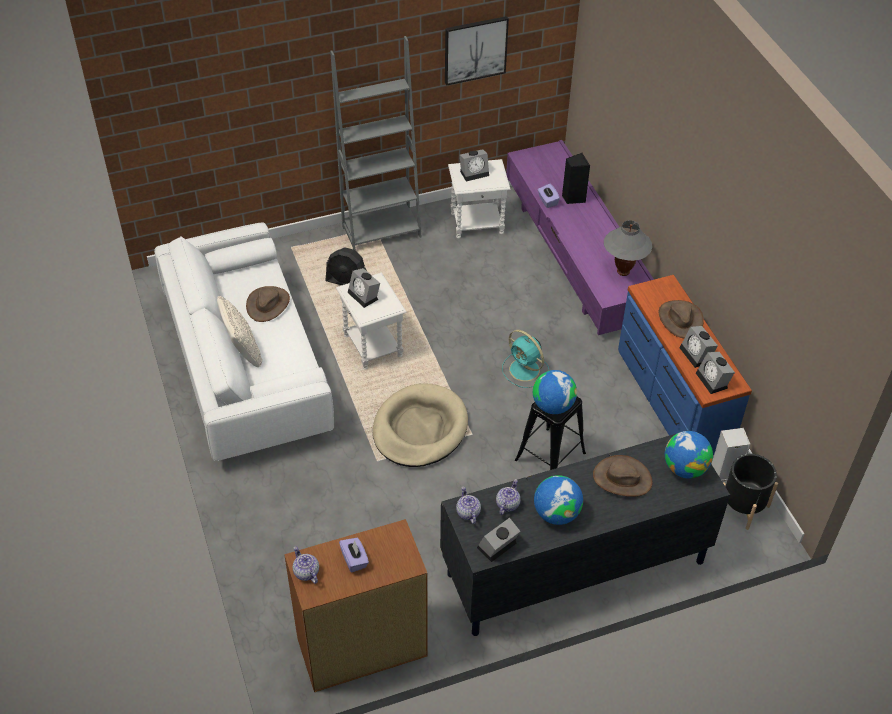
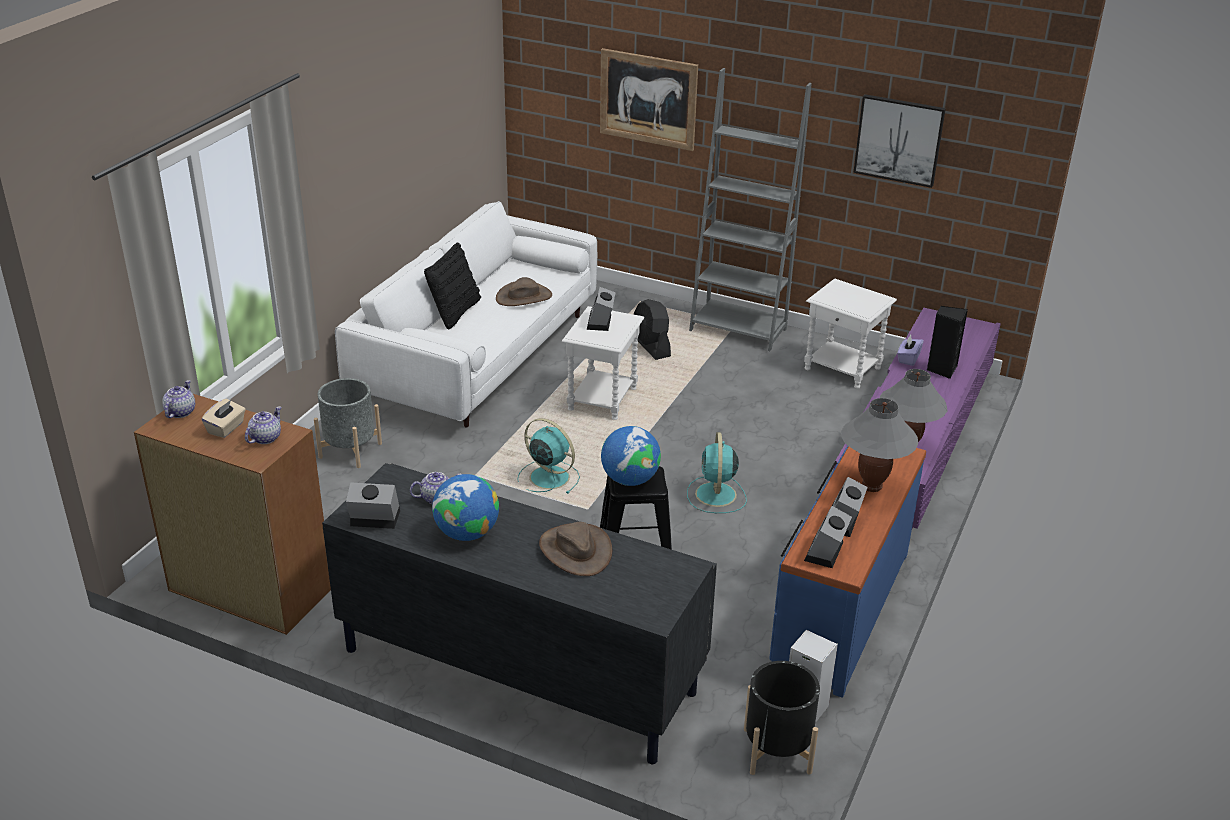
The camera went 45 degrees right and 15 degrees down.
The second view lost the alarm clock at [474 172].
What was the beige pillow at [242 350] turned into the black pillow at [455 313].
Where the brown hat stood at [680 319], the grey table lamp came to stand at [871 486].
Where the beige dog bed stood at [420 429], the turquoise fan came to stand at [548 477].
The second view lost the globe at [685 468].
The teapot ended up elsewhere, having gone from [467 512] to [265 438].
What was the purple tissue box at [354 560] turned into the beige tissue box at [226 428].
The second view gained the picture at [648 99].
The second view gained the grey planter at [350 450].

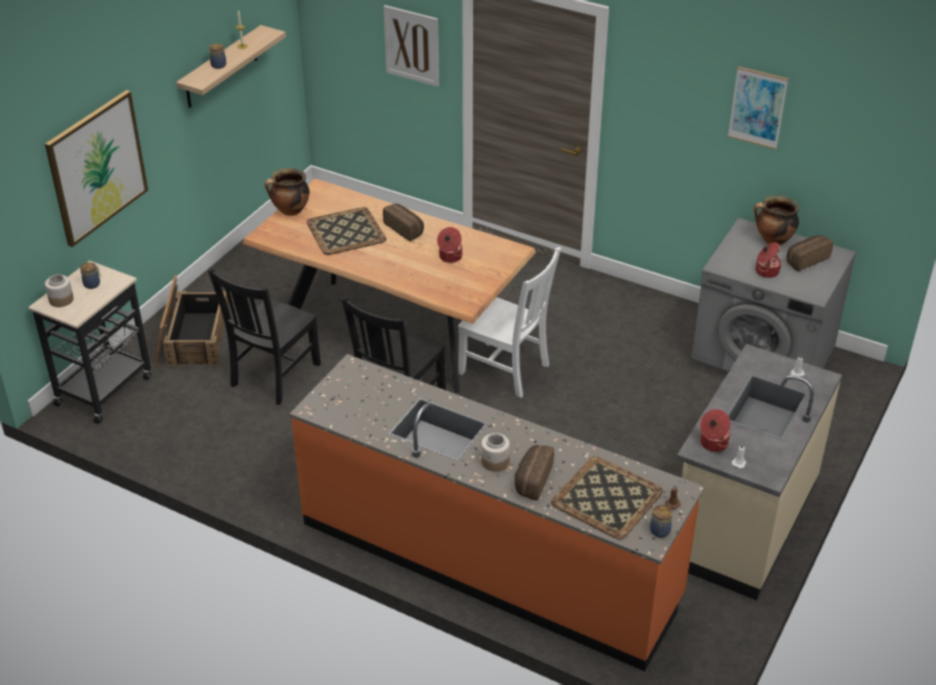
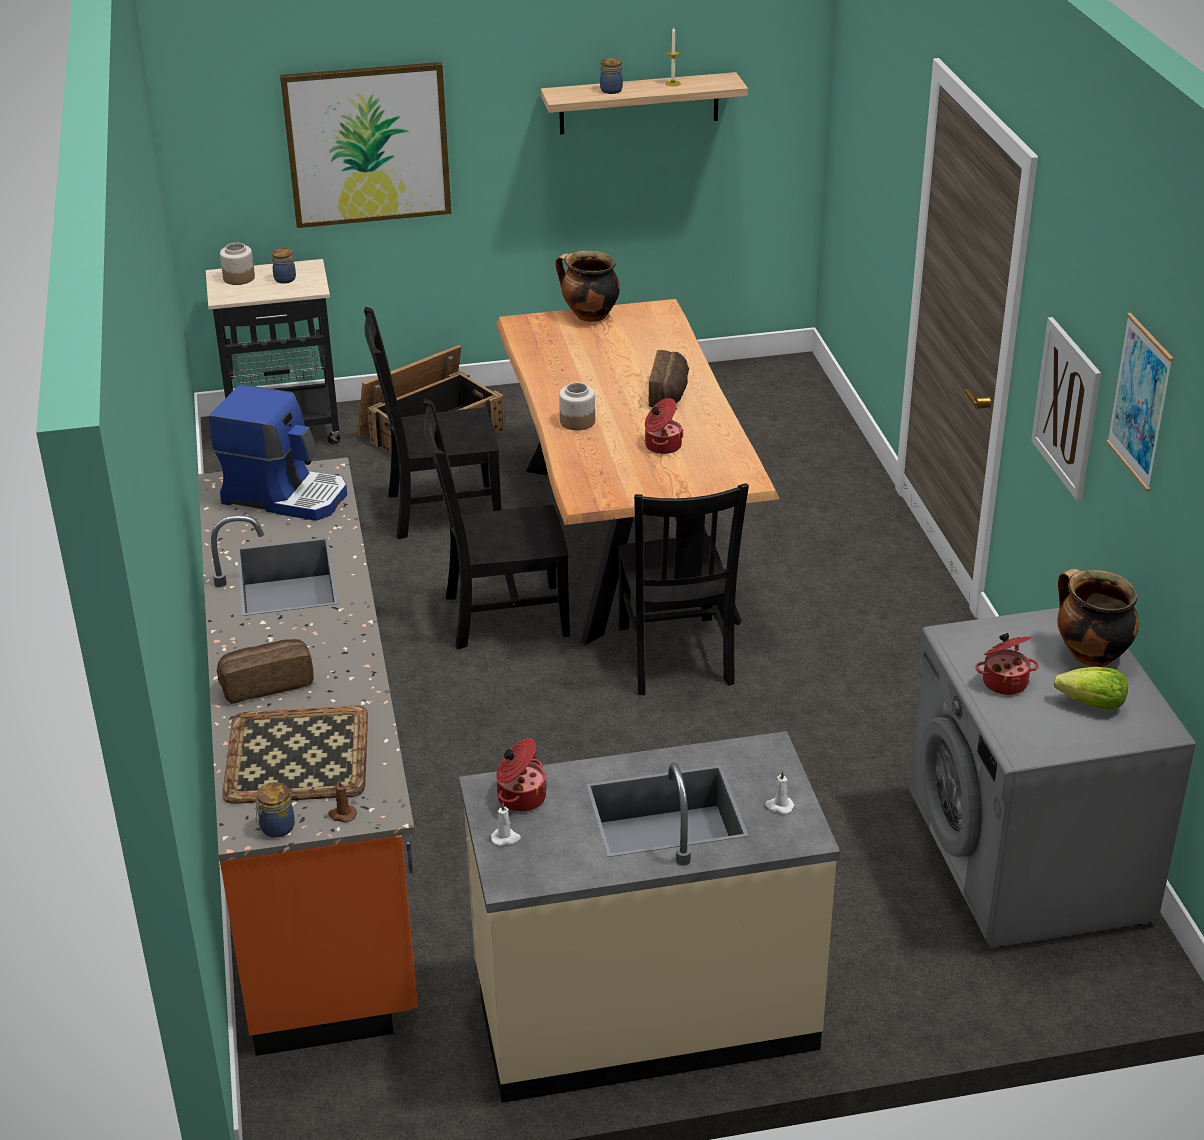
The camera went 50 degrees right and 5 degrees down.
The picture ended up elsewhere, having gone from [412 45] to [1067 408].
The second view lost the tray at [346 231].
Where the bread stood at [805 259], the lettuce came to stand at [1092 704].
What was the white chair at [506 370] turned into the black chair at [675 658].
The jar ended up elsewhere, having gone from [495 462] to [577 422].
The second view gained the coffee machine at [286 495].

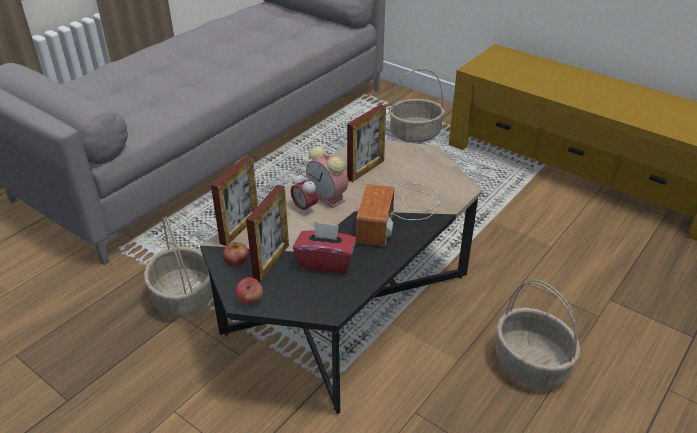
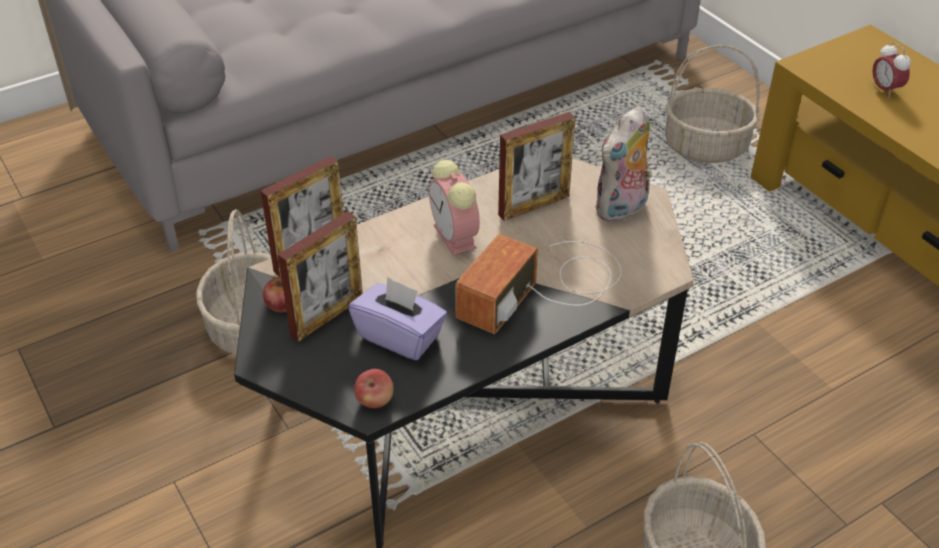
The camera went 20 degrees right and 5 degrees up.
The alarm clock ended up elsewhere, having gone from [304 208] to [885 90].
What was the red tissue box at [325 262] turned into the purple tissue box at [400 336].
The apple ended up elsewhere, having gone from [250 300] to [375 401].
The second view gained the plush toy at [622 210].

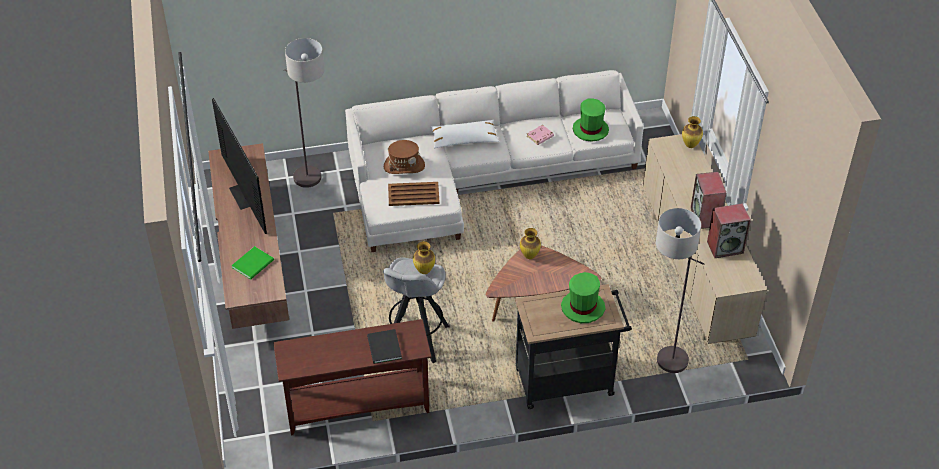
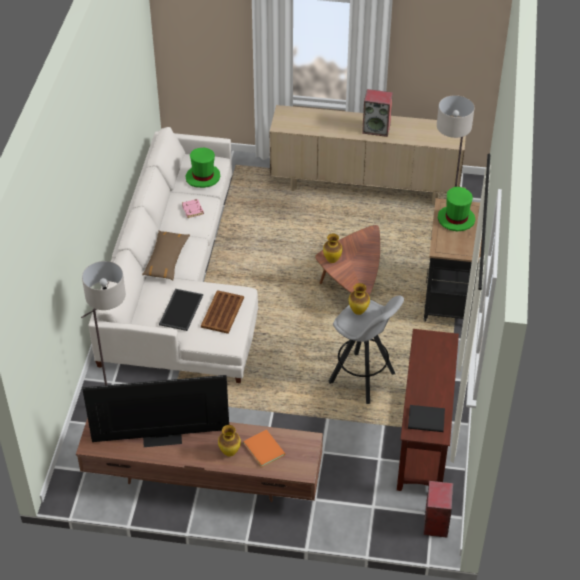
The camera went 70 degrees left and 0 degrees up.
The vase ended up elsewhere, having gone from [690 145] to [230 453].
What was the white pillow at [464 139] turned into the brown pillow at [166 260].
Where the brown hat stood at [404 166], the tray came to stand at [180 309].
The speaker ended up elsewhere, having gone from [725 247] to [435 522].
What was the green book at [254 263] turned into the orange book at [264 448].
The black book ended up elsewhere, having gone from [383 348] to [427 420].

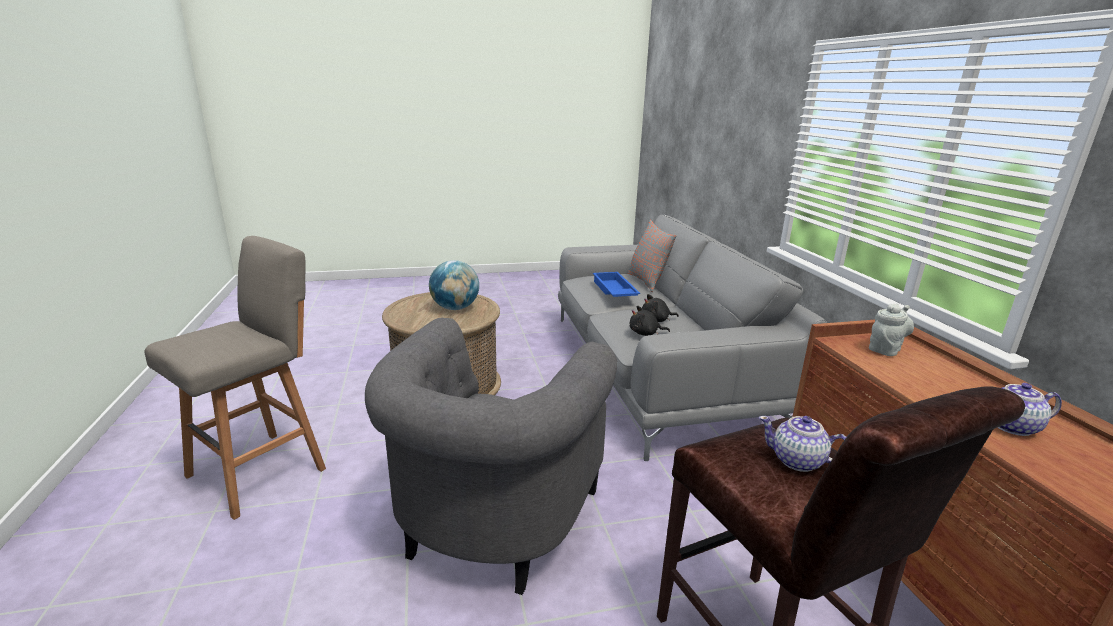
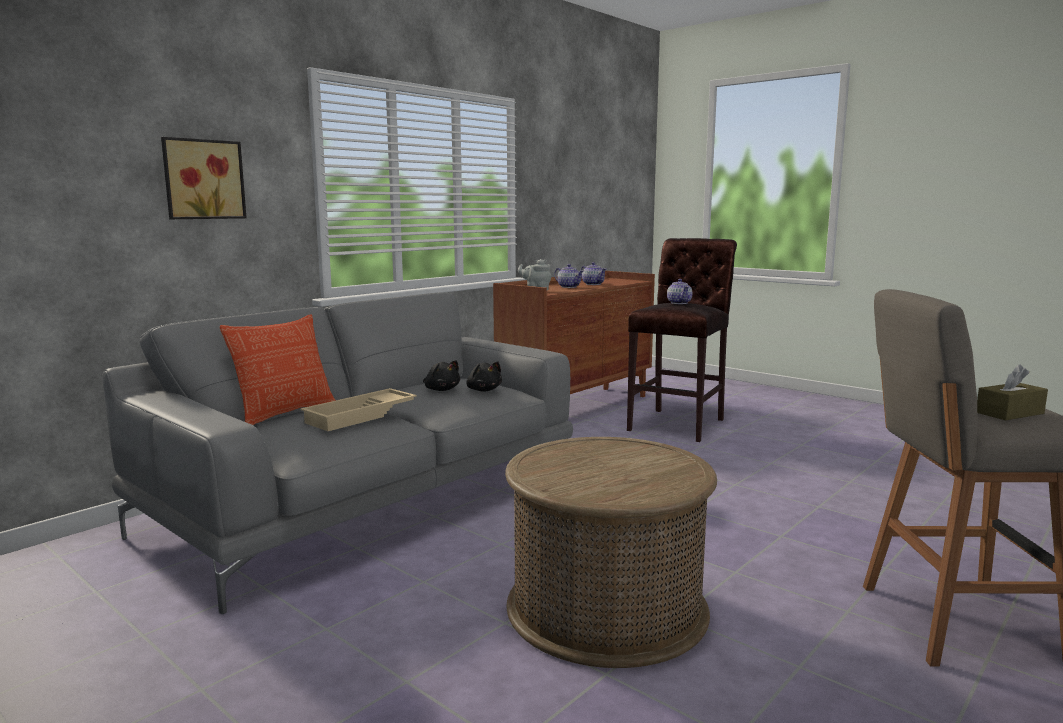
The camera went 125 degrees left and 10 degrees down.
What was the grey pillow at [647 282] turned into the orange pillow at [285 413].
The second view lost the globe at [455 308].
What was the blue tray at [613 291] turned into the beige tray at [361 416].
The second view lost the grey armchair at [494 523].
The second view gained the picture at [203 179].
The second view gained the teapot at [568 287].
The second view gained the brown tissue box at [1009 413].

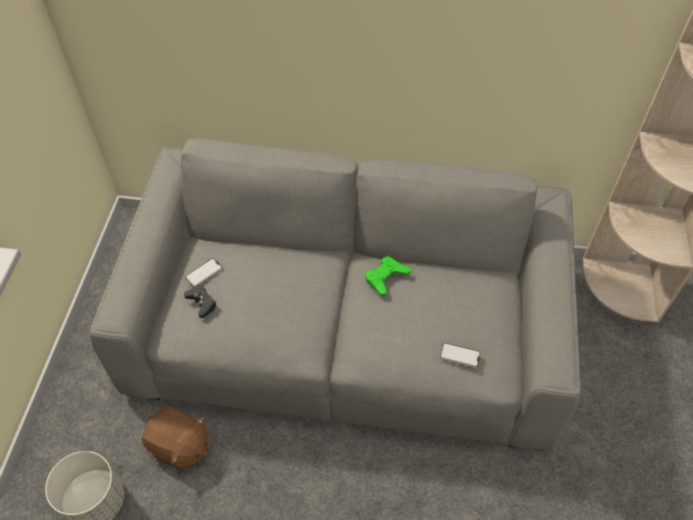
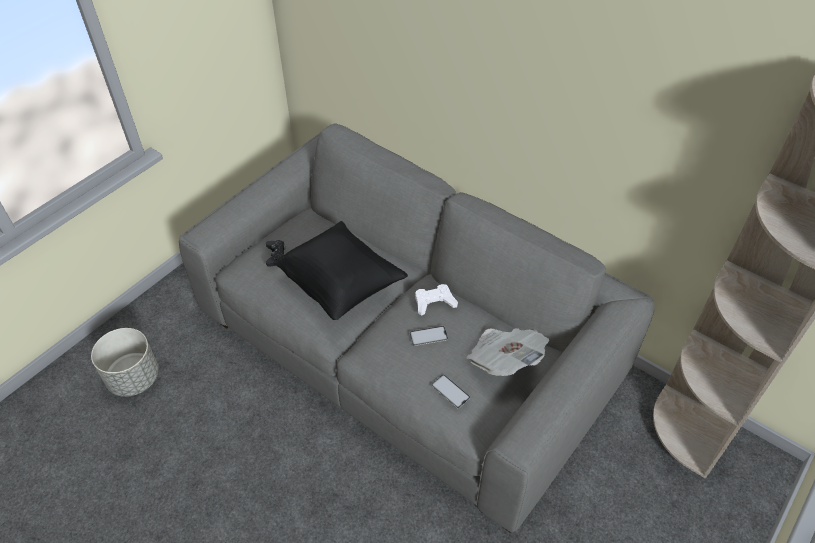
The camera went 30 degrees right and 5 degrees down.
What was the green game controller at [386 278] turned into the white game controller at [434 302].
The phone ended up elsewhere, having gone from [204 272] to [428 336].
The second view lost the brown plush toy at [180 447].
The second view gained the black pillow at [341 286].
The second view gained the newspaper at [504 360].

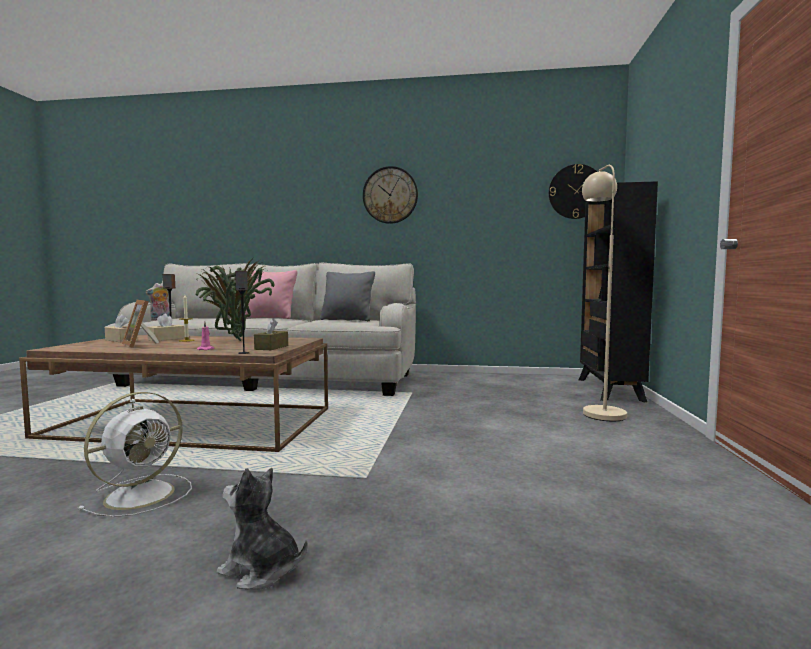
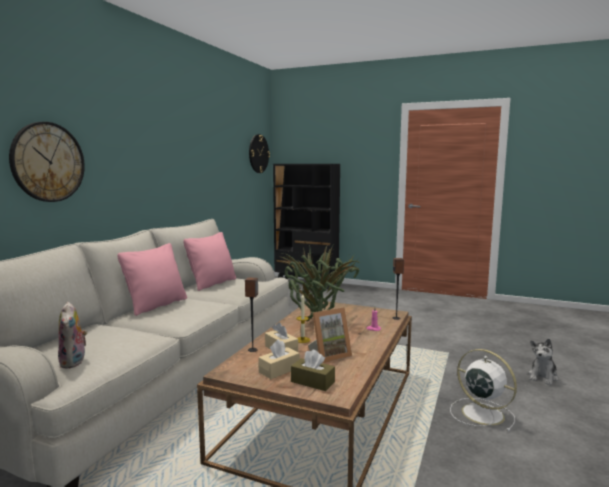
The camera went 75 degrees left and 5 degrees up.
The second view lost the beige floor lamp at [598 412].
The wall clock ended up elsewhere, having gone from [390 195] to [48 162].
What was the grey pillow at [347 320] turned into the pink pillow at [212 283].
The brown tissue box ended up elsewhere, having gone from [271 347] to [312 382].

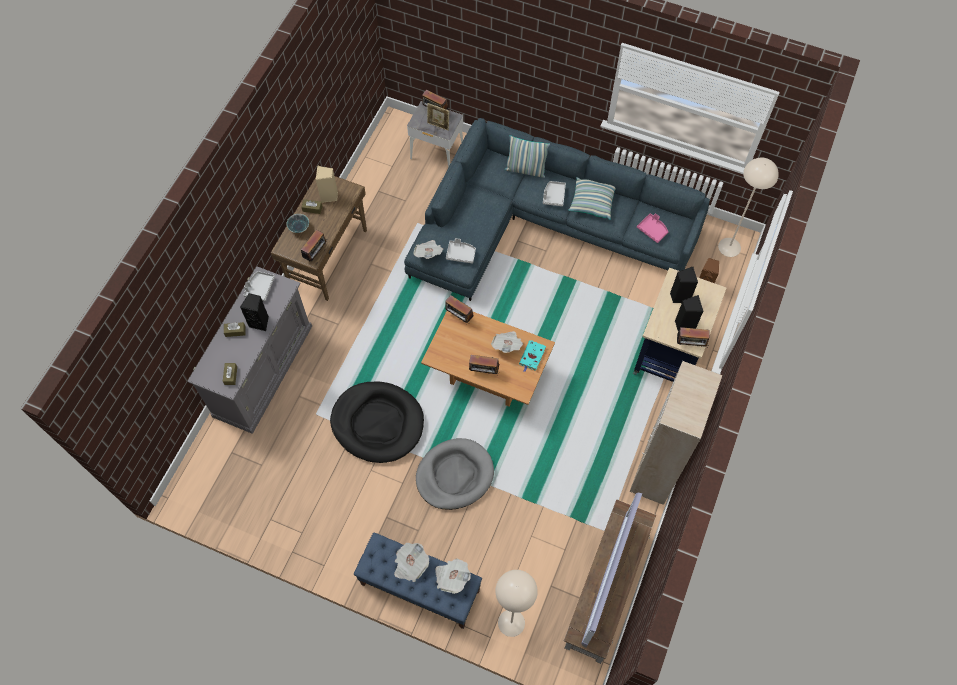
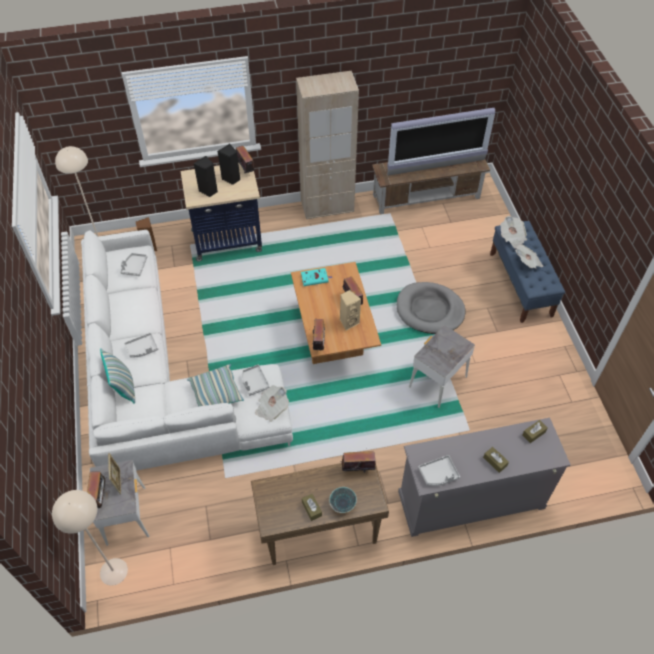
The camera went 125 degrees left and 10 degrees down.
What was the blue sofa at [540 225] turned into the white sofa at [162 379].
The beige speaker ended up elsewhere, having gone from [329 196] to [348 322].
The pillow ended up elsewhere, having gone from [592 202] to [216 393].
What was the pink tray at [652 230] turned into the grey tray at [134 267].
The second view lost the black speaker at [260 322].
The second view lost the newspaper at [507 345].
Where the black dog bed stood at [377 423], the side table came to stand at [437 382].
The beige floor lamp ended up elsewhere, having gone from [511 622] to [113 571].

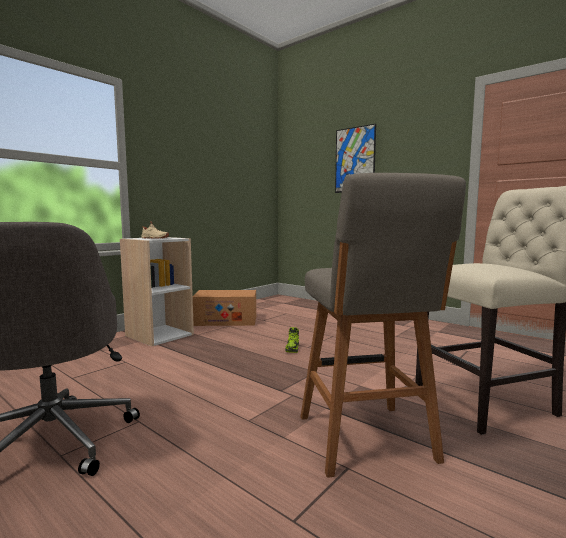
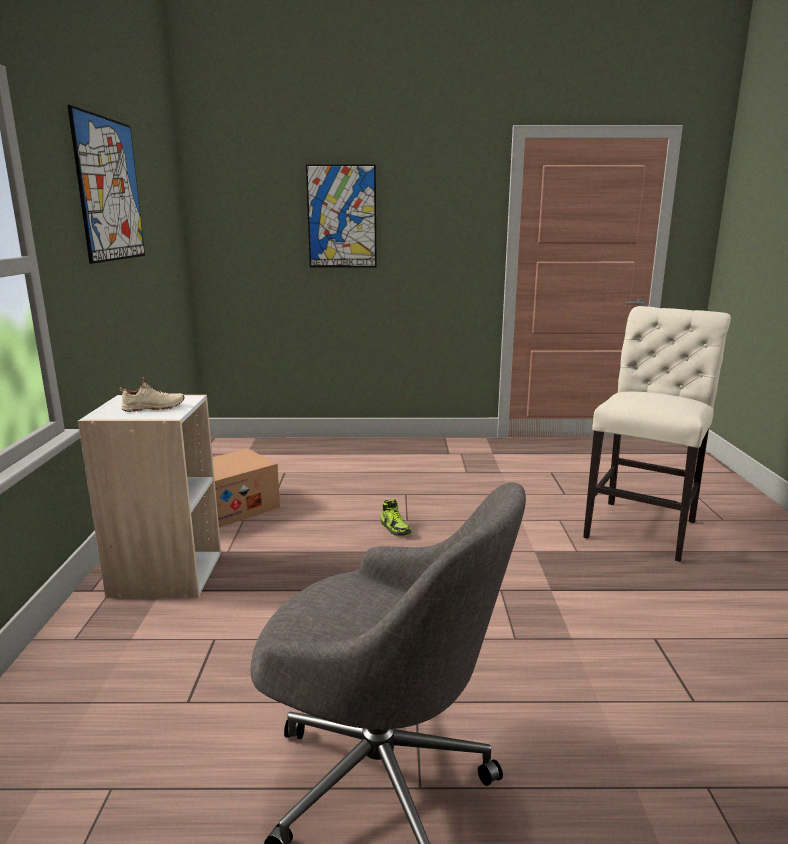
The camera went 40 degrees left and 10 degrees up.
The second view lost the grey stool at [366 441].
The second view gained the picture at [110 190].

